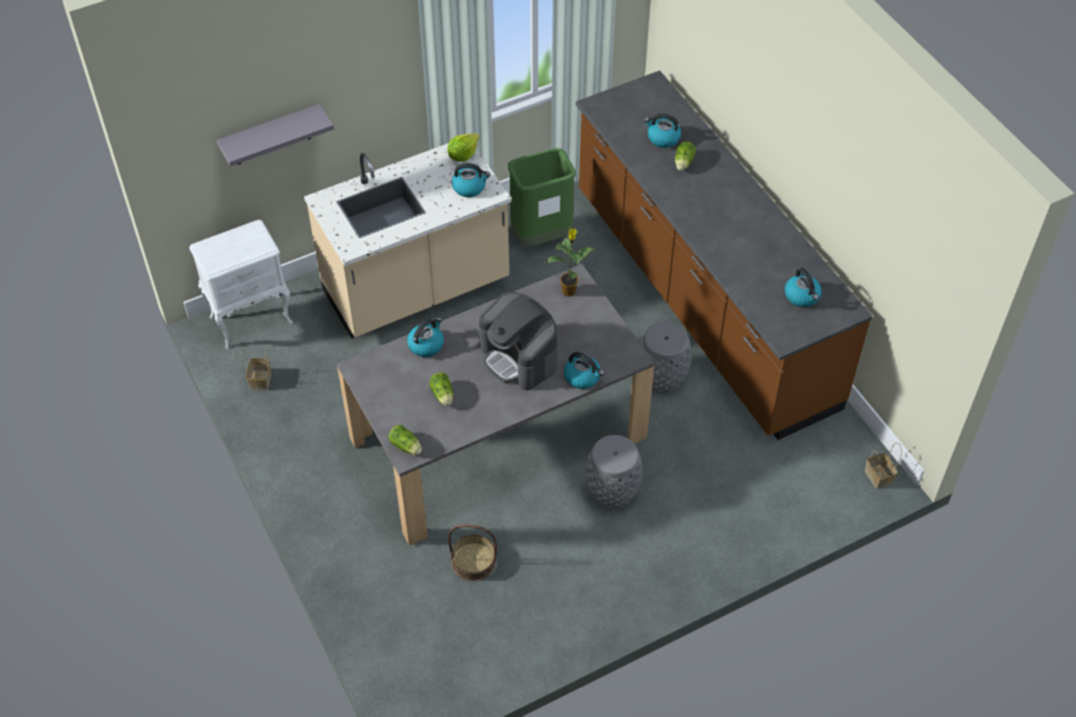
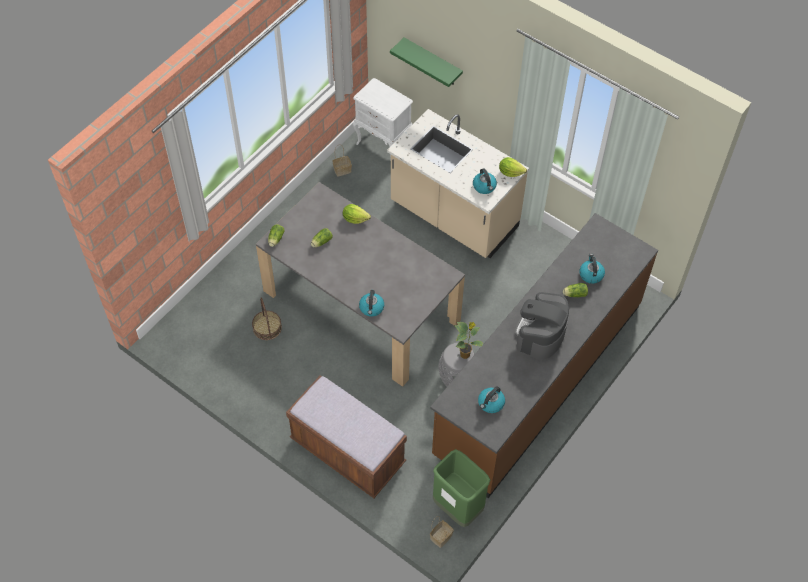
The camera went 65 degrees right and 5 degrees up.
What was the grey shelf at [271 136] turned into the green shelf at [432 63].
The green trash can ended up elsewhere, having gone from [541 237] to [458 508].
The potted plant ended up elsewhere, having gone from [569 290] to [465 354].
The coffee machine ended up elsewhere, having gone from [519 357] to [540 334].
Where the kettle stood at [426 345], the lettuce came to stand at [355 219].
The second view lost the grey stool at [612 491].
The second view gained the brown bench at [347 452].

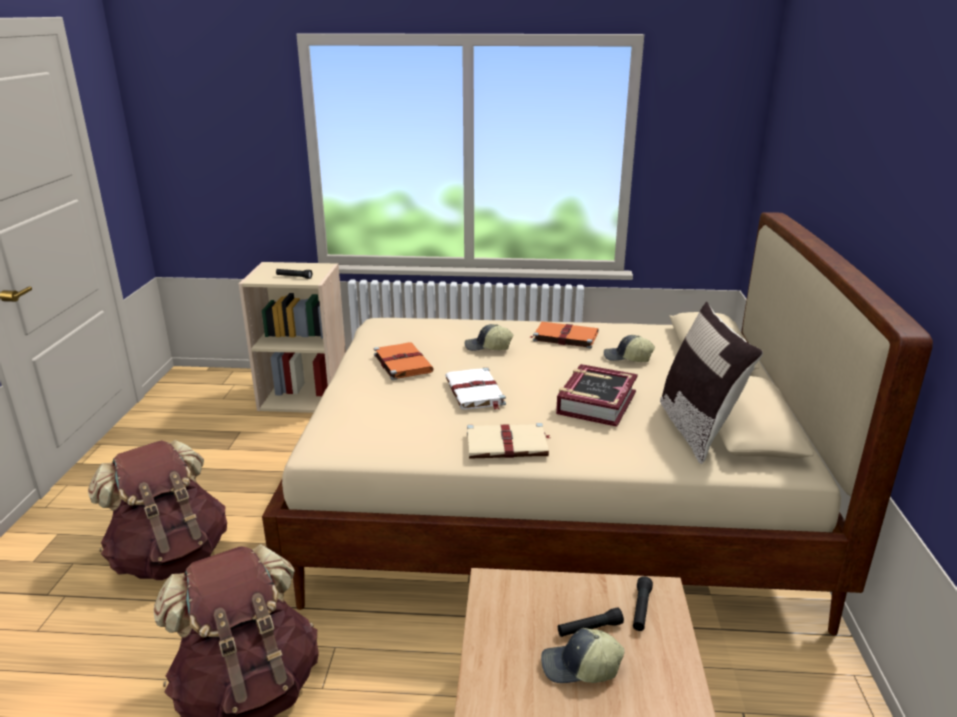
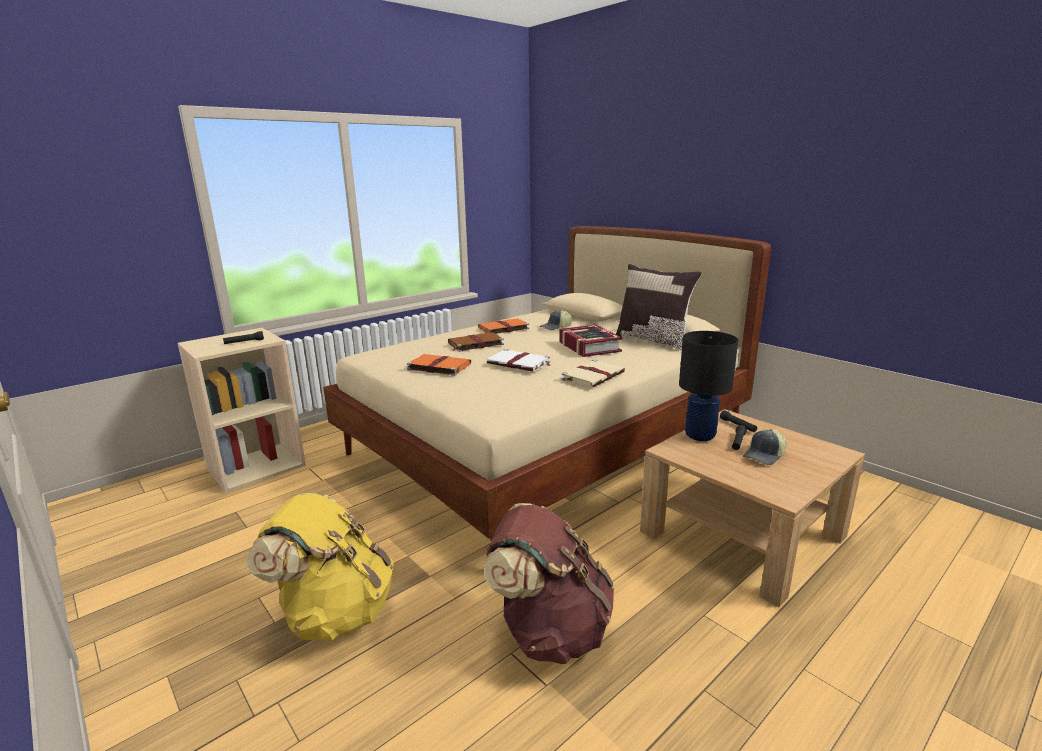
The camera went 45 degrees left and 5 degrees down.
Where the cap stood at [487 347], the brown book came to stand at [474 344].
What was the brown backpack at [170 556] turned into the yellow backpack at [335 613].
The second view gained the black table lamp at [700 437].

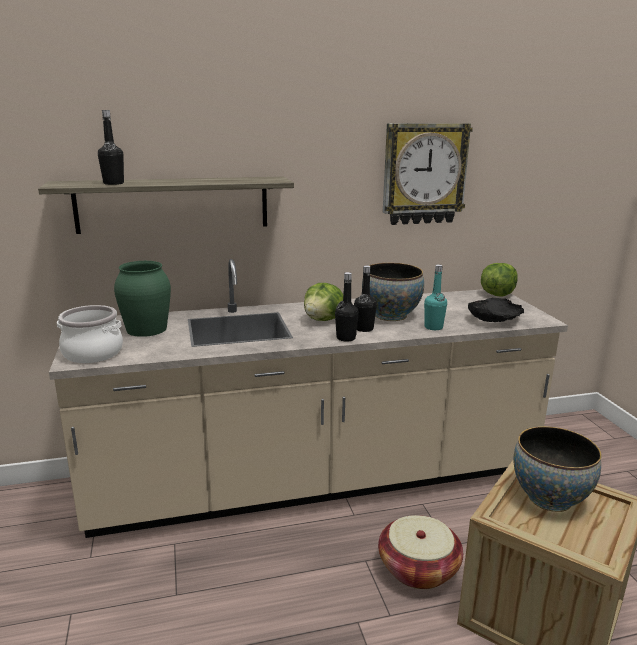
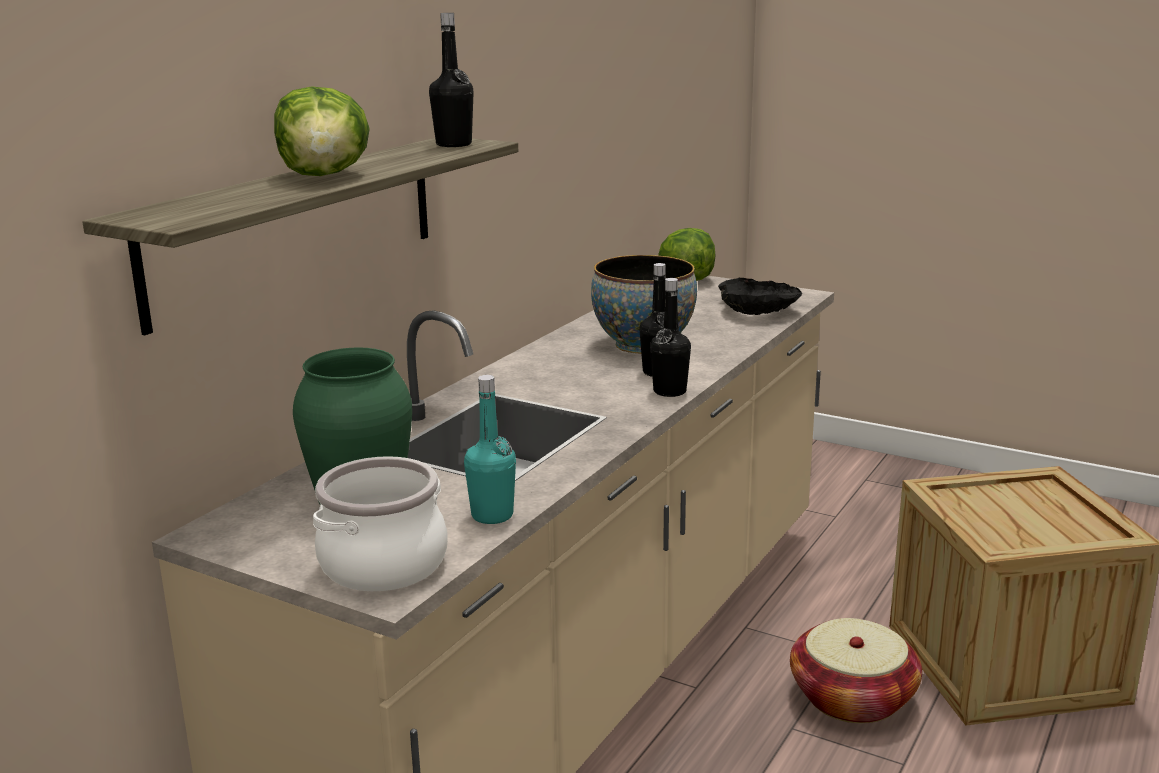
The camera went 45 degrees left and 0 degrees up.
The black bottle ended up elsewhere, having gone from [113 183] to [454 144].
The second view lost the wall clock at [424 174].
The turquoise bottle ended up elsewhere, having gone from [433 327] to [492 515].
The lettuce ended up elsewhere, having gone from [323 320] to [325 175].
The second view lost the bowl at [549 498].

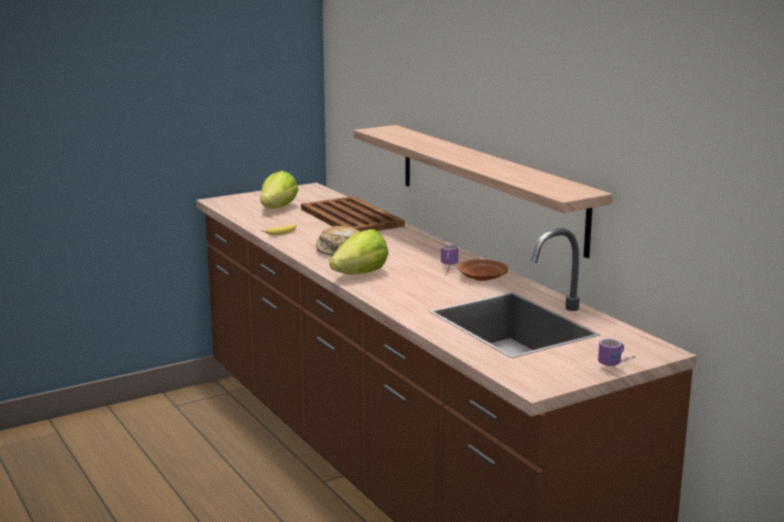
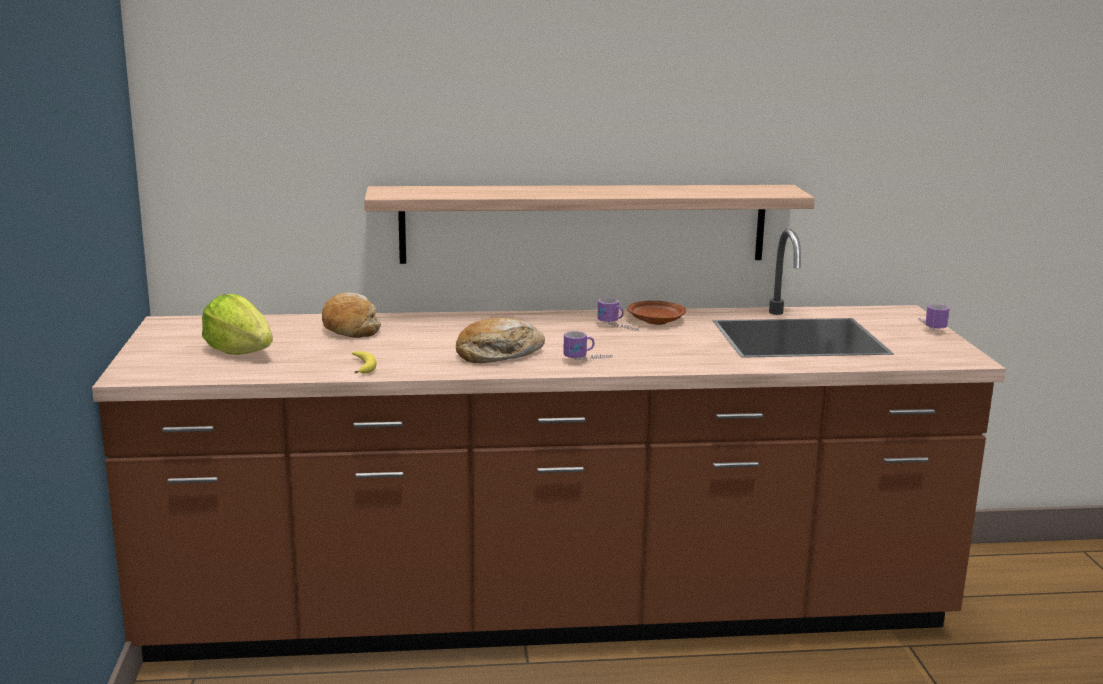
The camera went 65 degrees left and 0 degrees up.
Where the brown tray stood at [351 217], the bread came to stand at [350 328].
Where the lettuce stood at [360 274], the mug came to stand at [588 360].

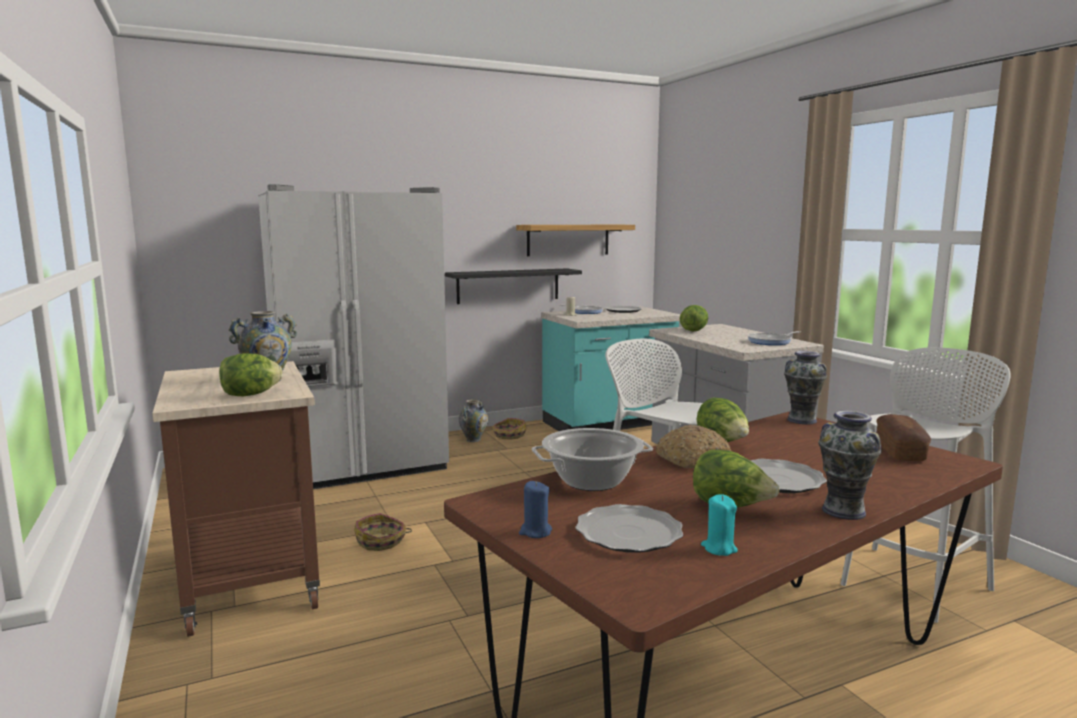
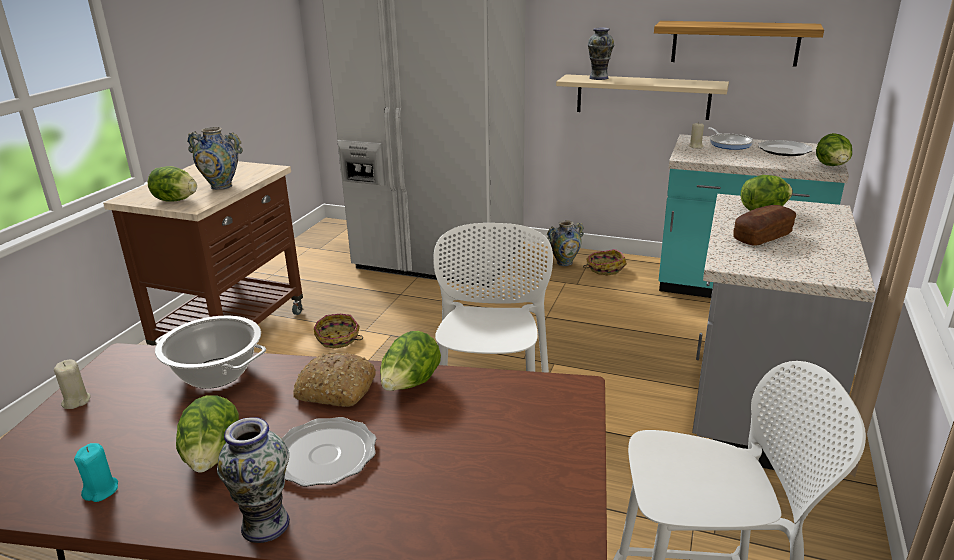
The camera went 45 degrees right and 15 degrees up.
What was the black shelf at [508 285] turned into the beige shelf at [642 96].
The second view lost the frying pan at [771 342].
The vase ended up elsewhere, having gone from [801 420] to [598 78].
The bread ended up elsewhere, having gone from [900 451] to [762 237].
What was the blue candle at [535 532] turned into the beige candle at [76 401].
The second view lost the plate at [629 532].
The second view gained the lettuce at [832 167].

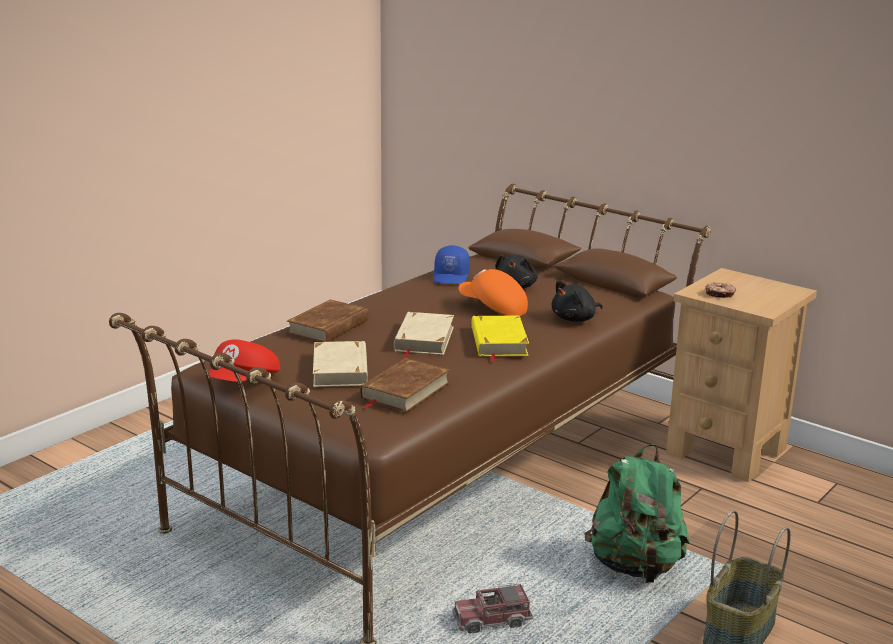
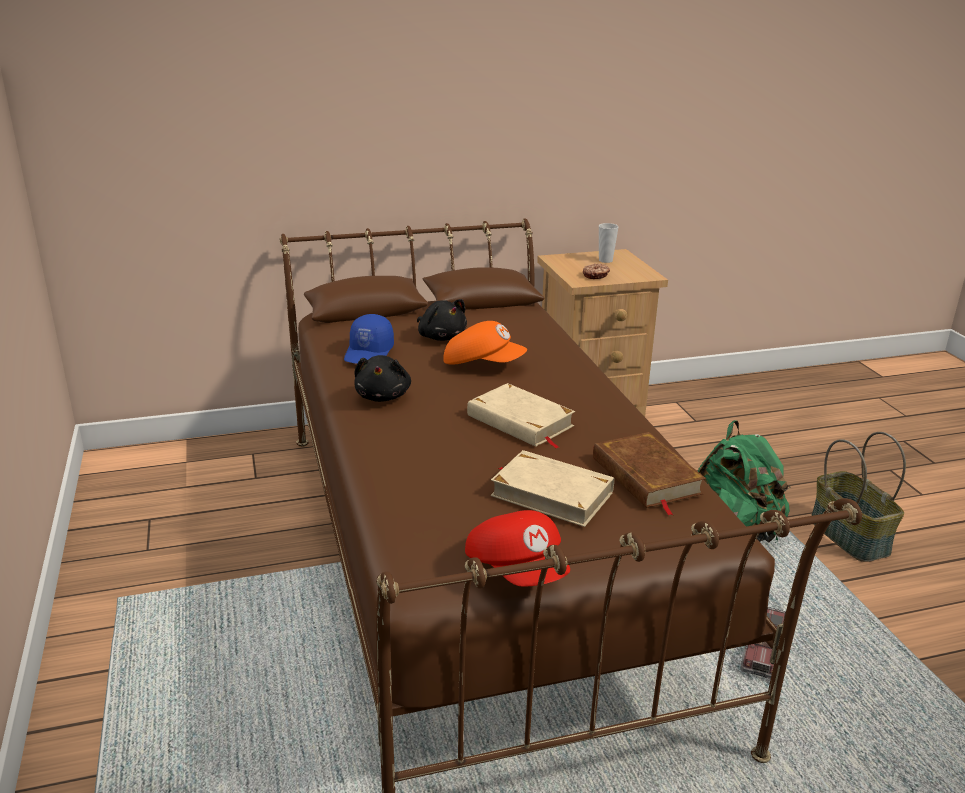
The camera went 55 degrees left and 5 degrees up.
The blue cap at [451 277] ended up facing another way, 60 degrees clockwise from before.
The orange cap at [493 308] ended up facing another way, 135 degrees counterclockwise from before.
The black plush toy ended up elsewhere, having gone from [575 319] to [383 396].
The second view lost the brown book at [329 327].
The second view lost the yellow book at [498 342].
The second view gained the cup at [605 260].

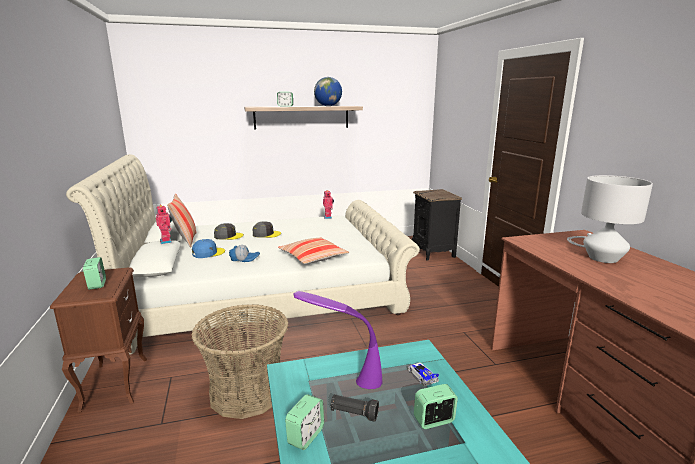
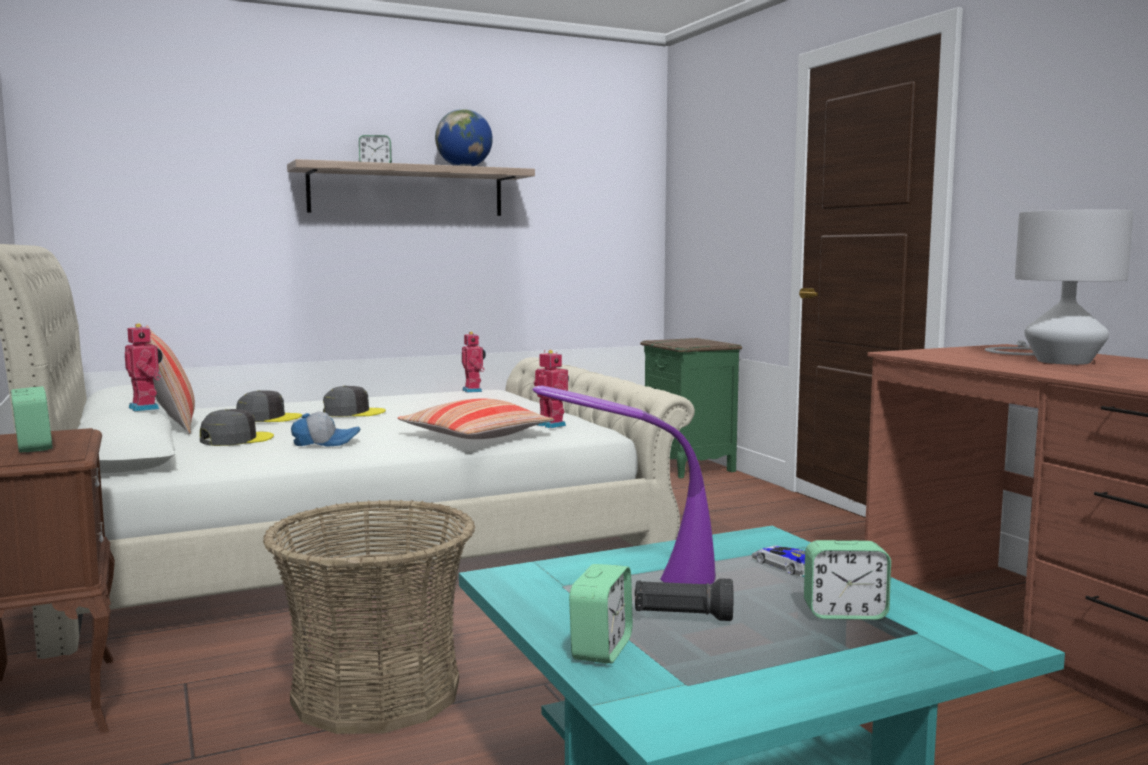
The camera went 10 degrees left and 10 degrees down.
What was the black nightstand at [432 252] turned into the green nightstand at [686 467].
What was the blue cap at [208 253] turned into the grey cap at [236 439].
The alarm clock at [434 420] ended up facing another way, 150 degrees counterclockwise from before.
The second view gained the toy robot at [552 425].

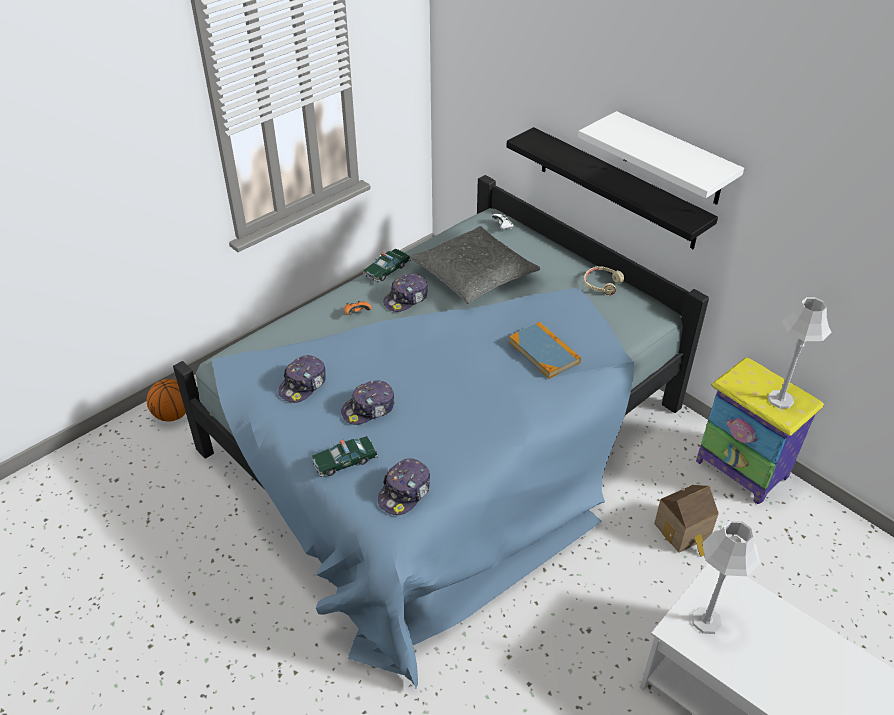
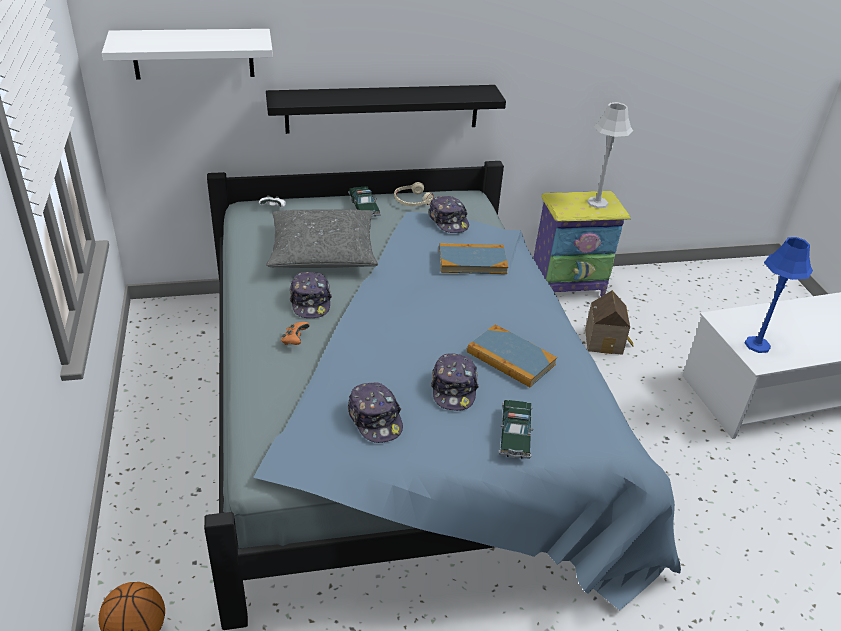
The camera went 60 degrees left and 5 degrees down.
The white shelf ended up elsewhere, having gone from [673 159] to [193 53].
The toy car ended up elsewhere, having gone from [387 270] to [364 207].
The cap ended up elsewhere, having gone from [405 492] to [448 221].
What was the grey table lamp at [706 620] turned into the blue table lamp at [757 345].
The second view gained the book at [510 358].

